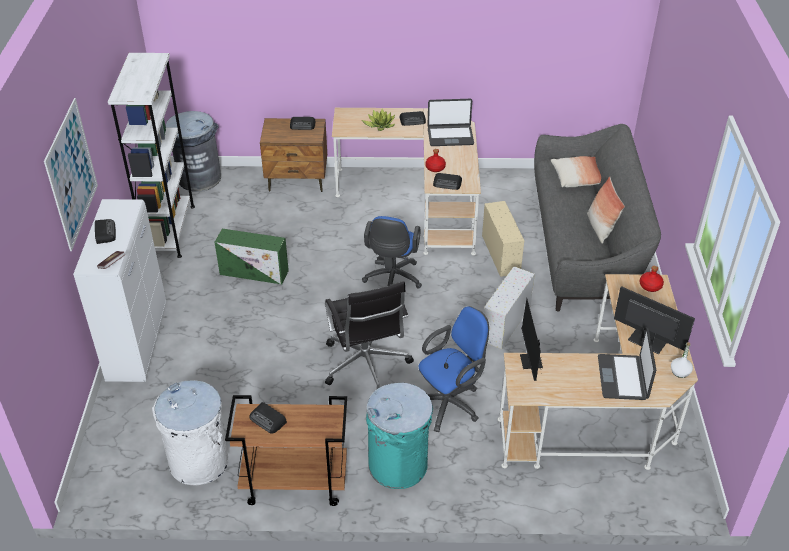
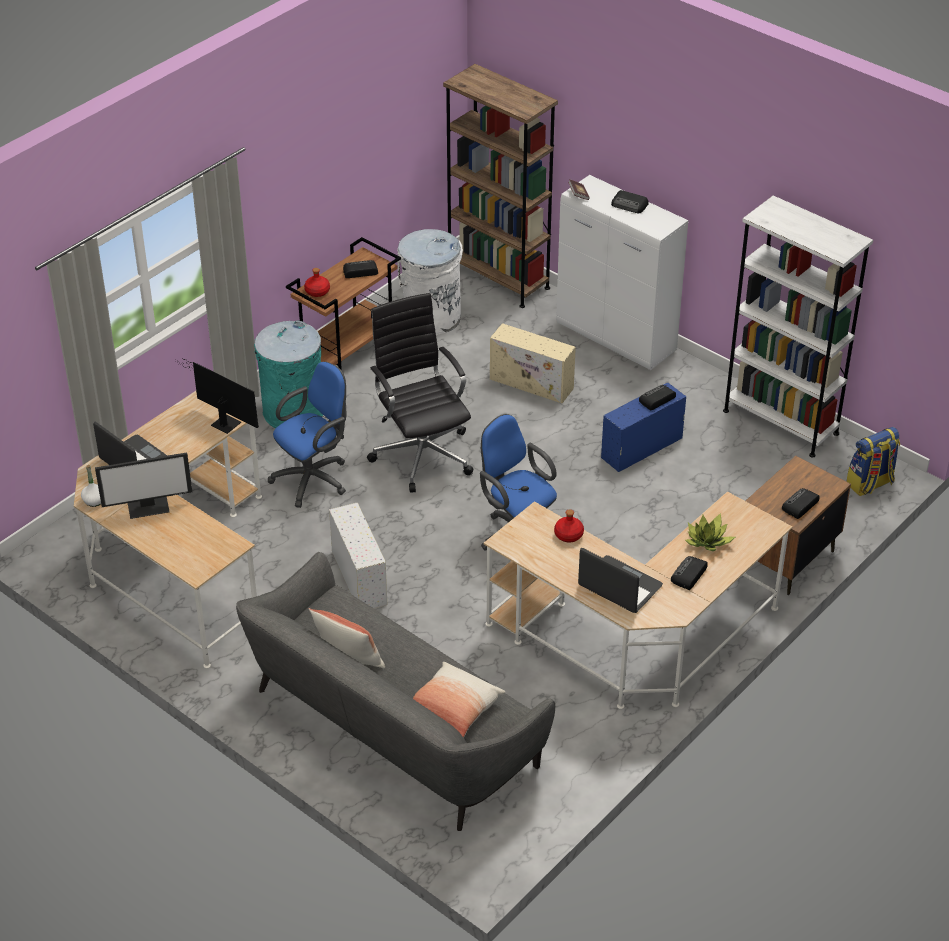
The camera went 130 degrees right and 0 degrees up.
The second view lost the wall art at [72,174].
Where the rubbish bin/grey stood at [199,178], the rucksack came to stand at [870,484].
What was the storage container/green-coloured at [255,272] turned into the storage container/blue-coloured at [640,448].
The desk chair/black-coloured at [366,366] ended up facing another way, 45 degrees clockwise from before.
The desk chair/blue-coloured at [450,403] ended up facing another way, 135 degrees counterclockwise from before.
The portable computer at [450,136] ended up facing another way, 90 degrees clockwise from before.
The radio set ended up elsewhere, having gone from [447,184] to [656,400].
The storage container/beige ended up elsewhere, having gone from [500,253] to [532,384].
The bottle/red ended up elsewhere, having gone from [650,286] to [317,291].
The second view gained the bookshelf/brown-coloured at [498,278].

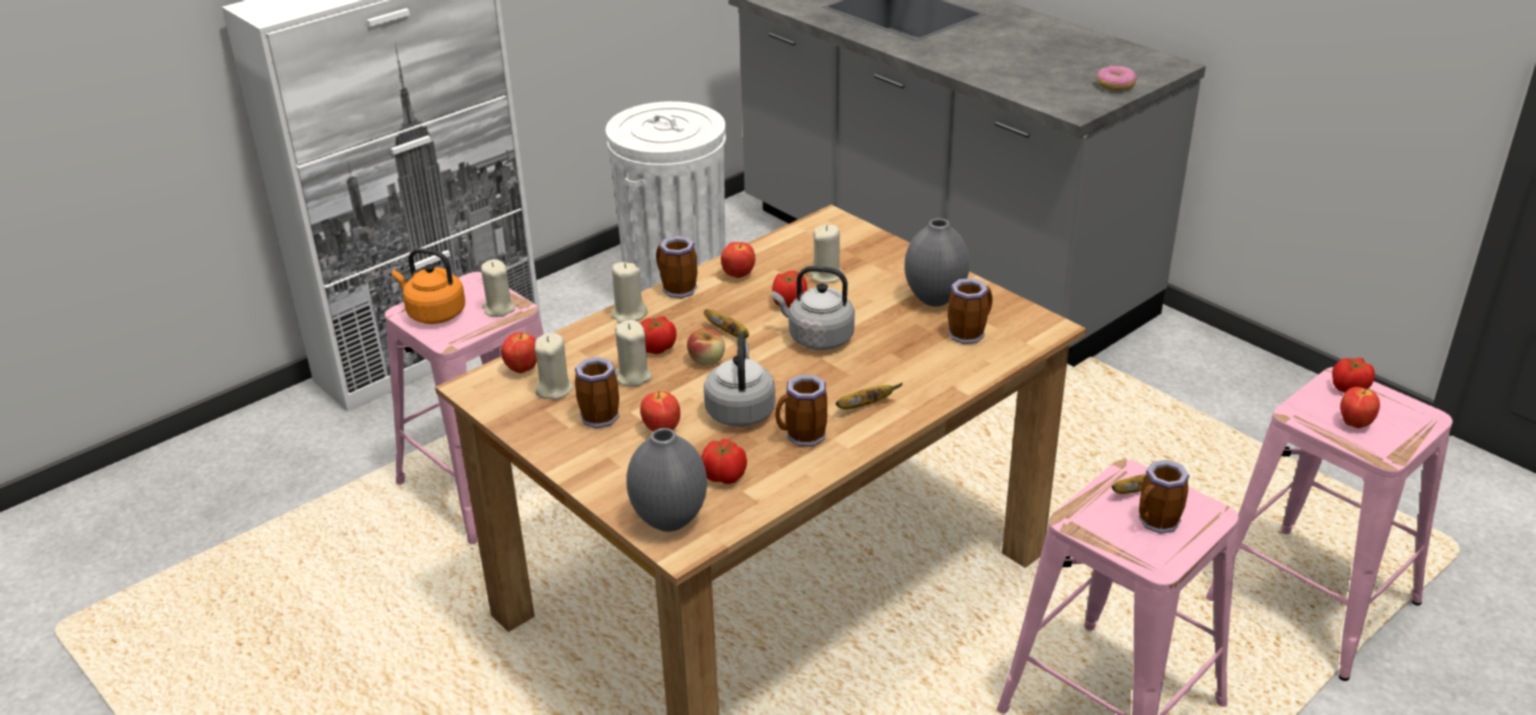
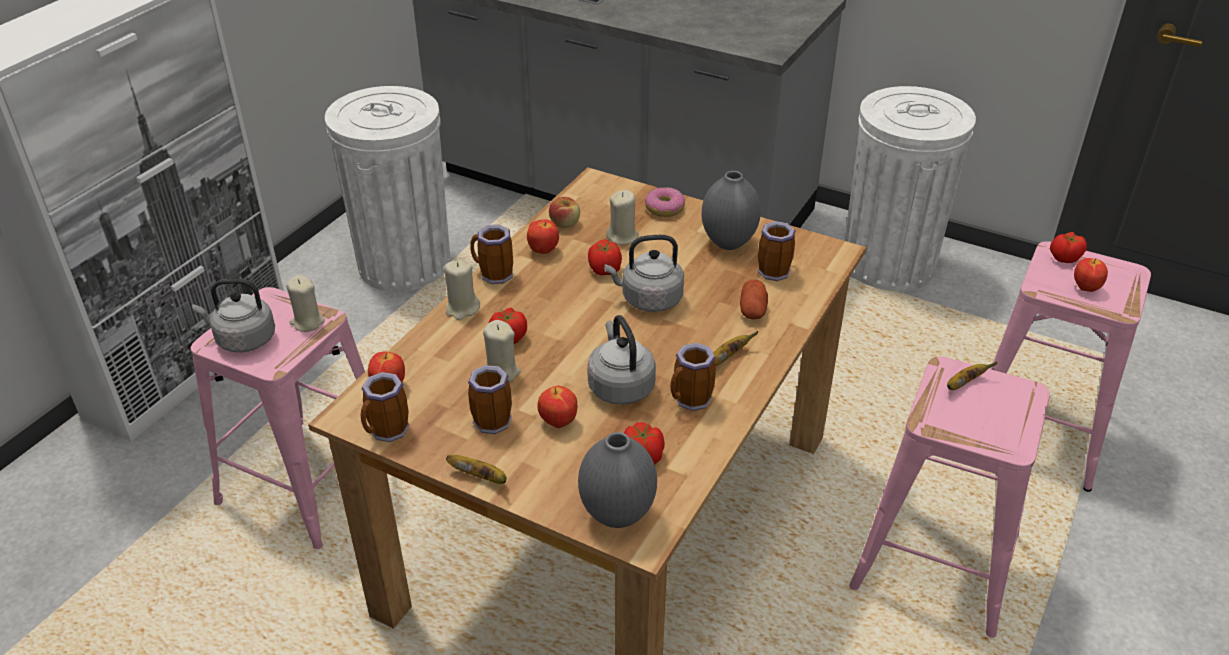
The camera went 20 degrees left and 5 degrees up.
What was the water kettle/orange-coloured at [433,313] turned into the water kettle/grey at [243,339].
The second view lost the candle/beige at [554,389].
The apple ended up elsewhere, having gone from [707,360] to [565,223].
The whole banana ended up elsewhere, having gone from [729,334] to [481,478].
The doughnut ended up elsewhere, having gone from [1115,85] to [664,208].
The coffee mug ended up elsewhere, having gone from [1157,524] to [388,432].
The second view gained the potato at [753,310].
The second view gained the rubbish bin/whitish at [888,264].

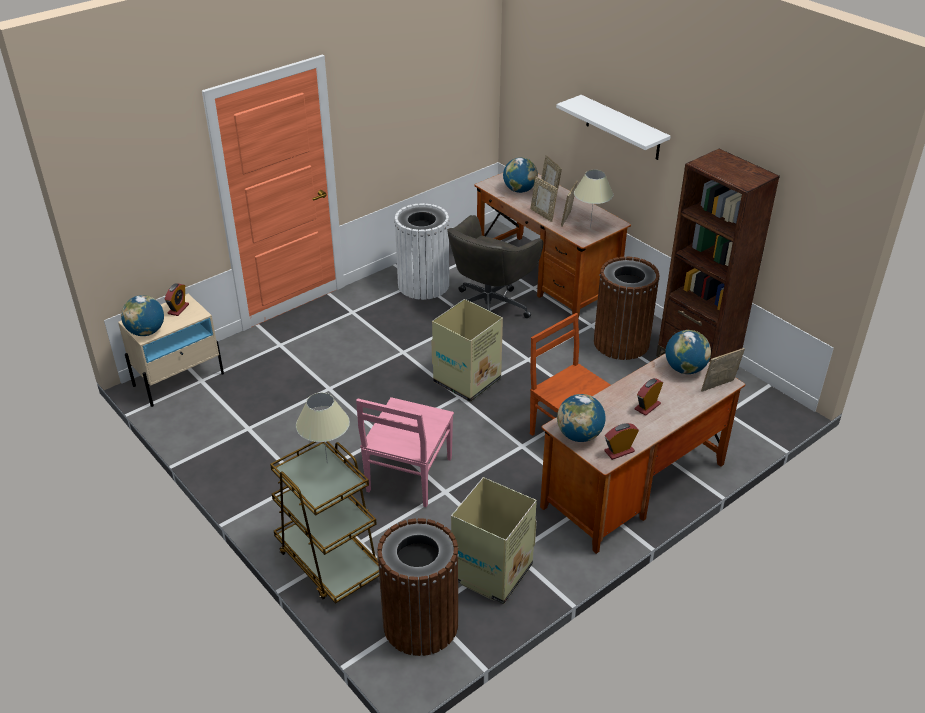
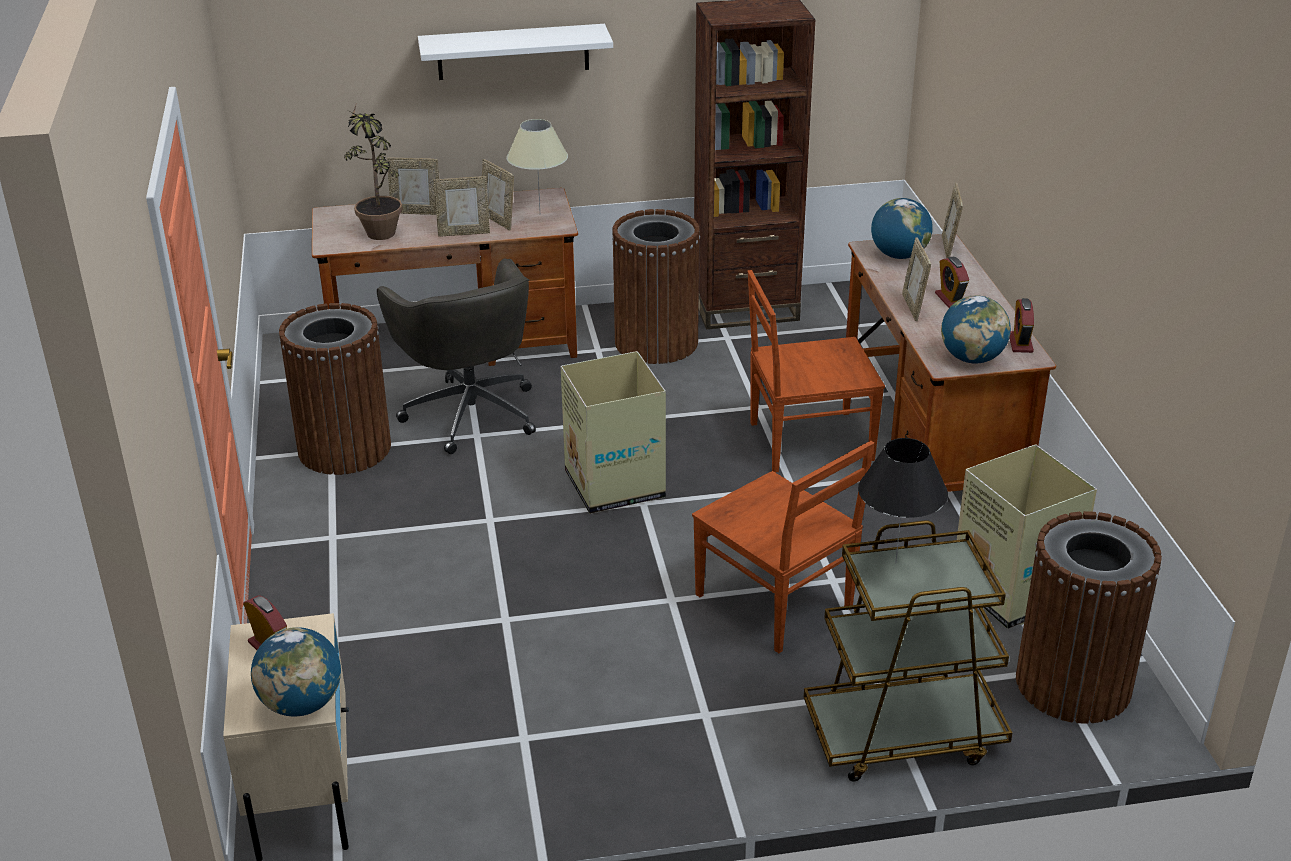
The camera went 60 degrees left and 5 degrees down.
What was the lamp for a table/beige at [327,463] turned into the lamp for a table/black-coloured at [895,563].
What was the chair/pinkish at [408,476] turned into the chair/brown-coloured at [776,603].
What was the rubbish bin/whitish at [423,284] turned into the rubbish bin/brown-coloured at [344,448].
Where the desk globe stood at [519,190], the potted plant came to stand at [378,229].
The second view gained the standing frame at [913,307].

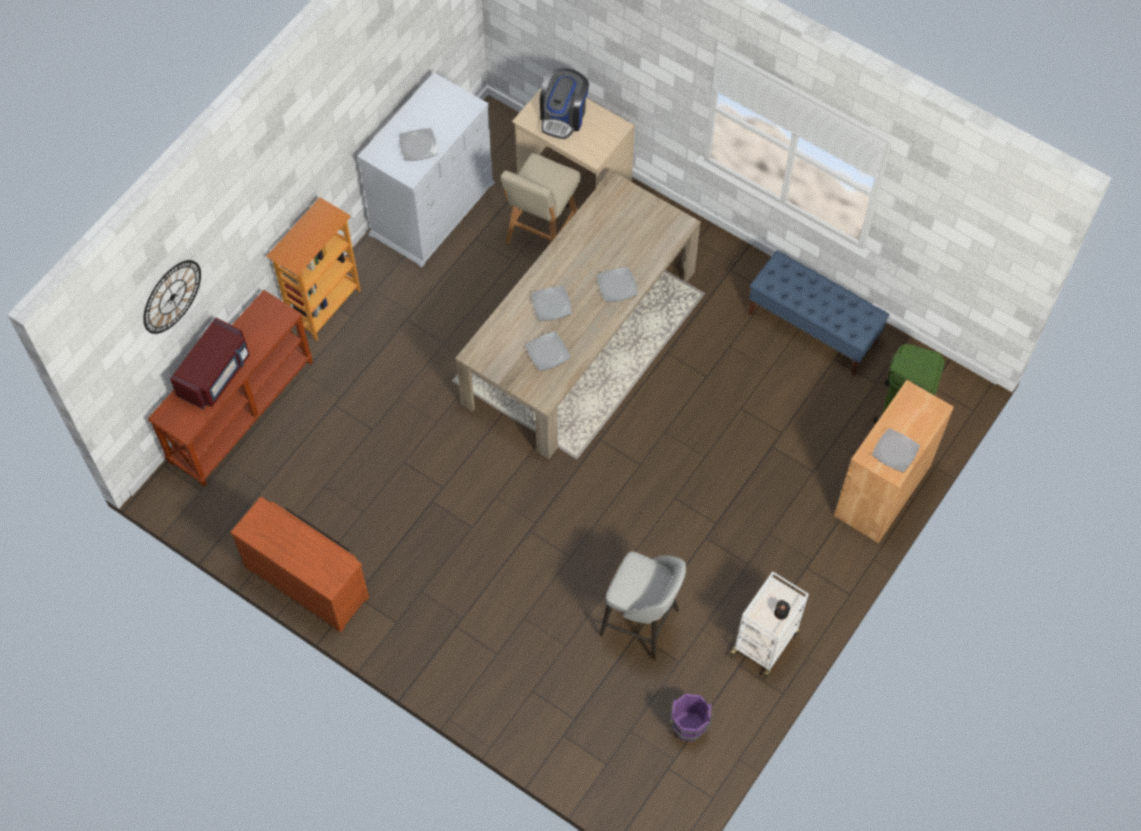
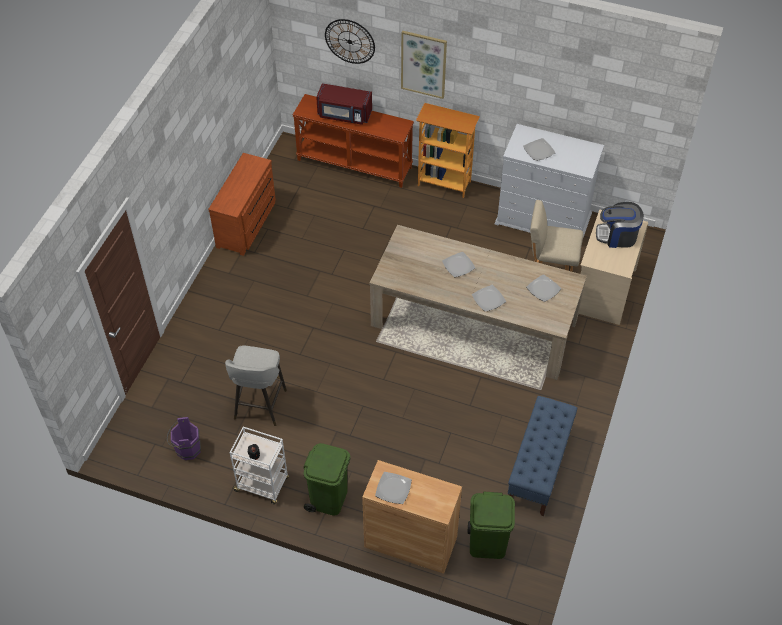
The camera went 75 degrees right and 10 degrees down.
The flat dish ended up elsewhere, having gone from [547,352] to [543,289].
The second view gained the rubbish bin/green-coloured at [329,498].
The second view gained the wall art at [423,64].

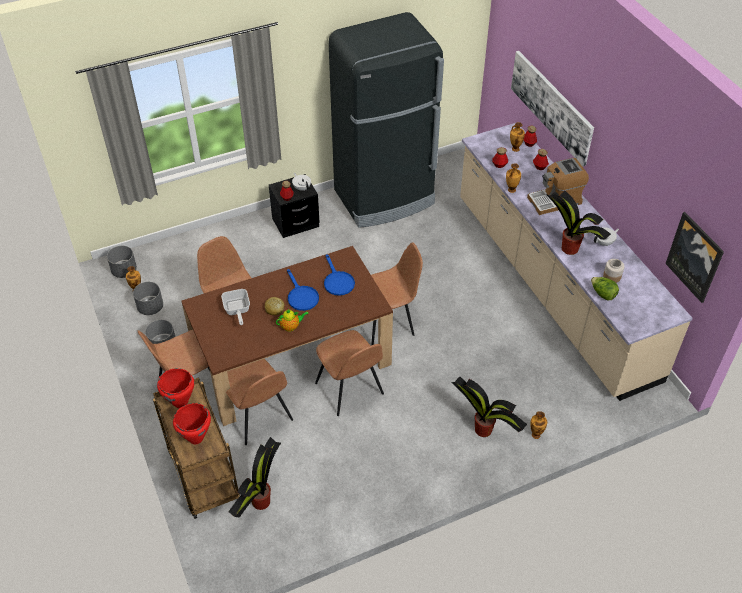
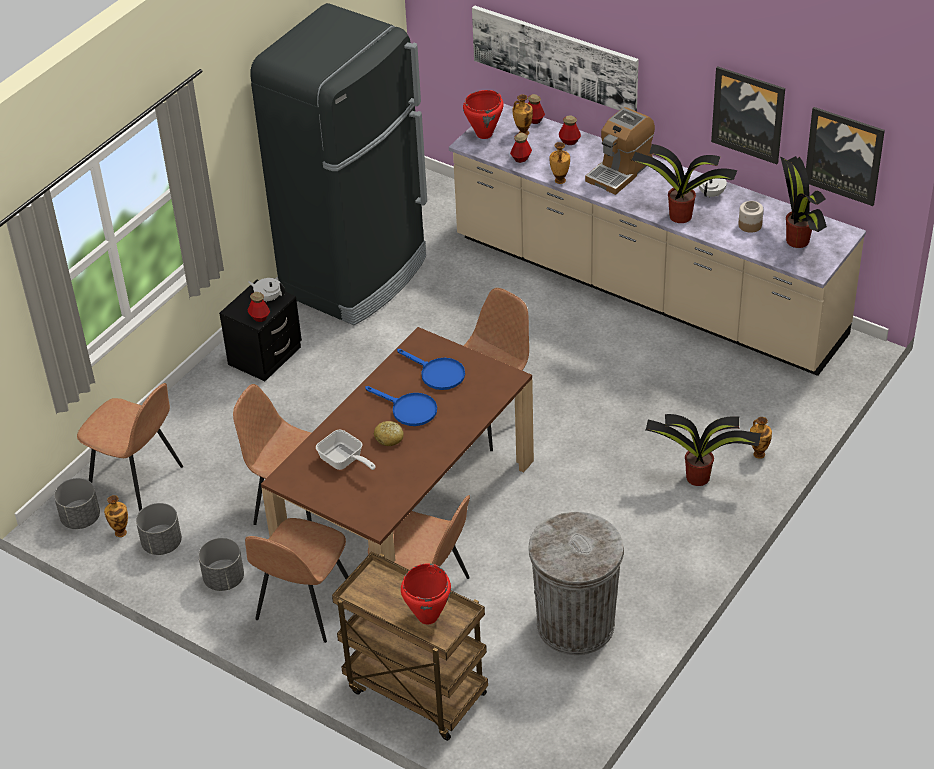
The camera went 30 degrees left and 5 degrees down.
The saucepot/red ended up elsewhere, having gone from [181,403] to [484,134].
The potted plant ended up elsewhere, having gone from [260,502] to [798,241].
The second view lost the pot for tea at [291,326].
The chair/brown-coloured ended up elsewhere, having gone from [350,390] to [138,481].
The second view lost the head of lettuce at [602,294].
The second view gained the rubbish bin/grey at [576,624].
The second view gained the wall art at [748,114].

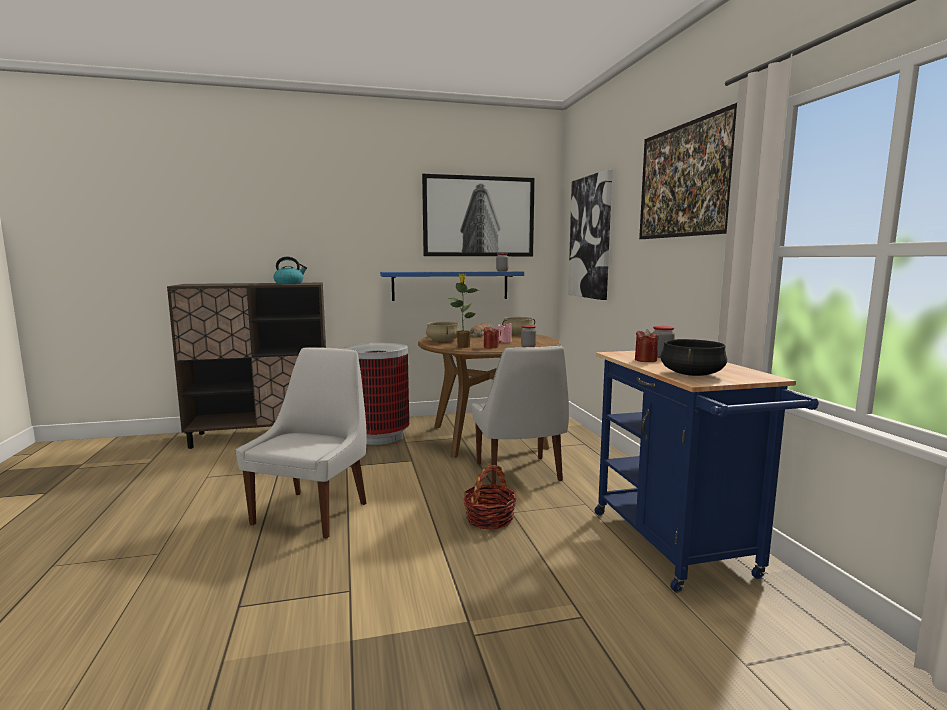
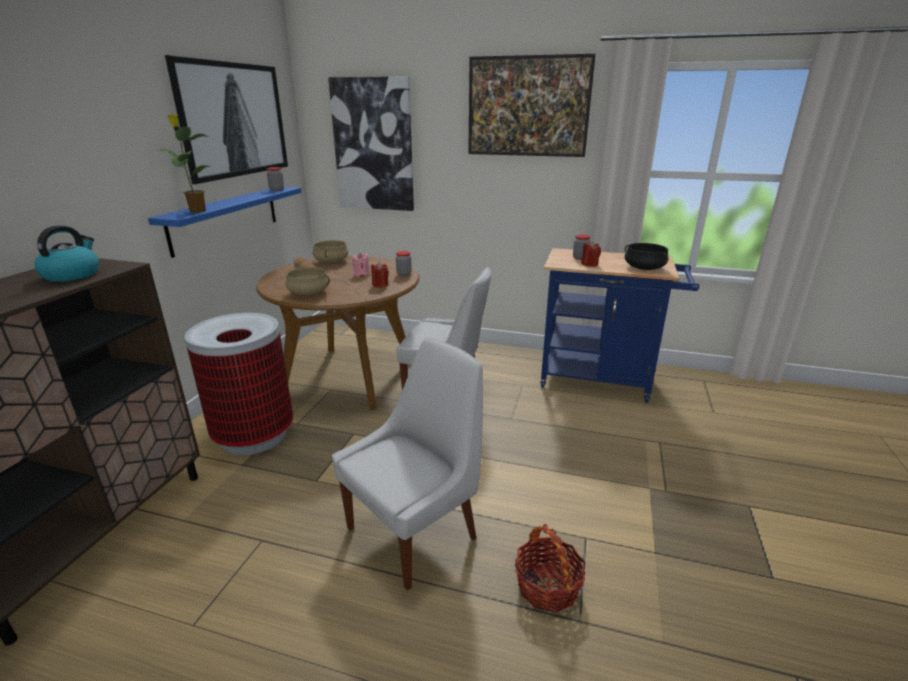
The camera went 60 degrees left and 15 degrees up.
The chair/whitish at [313,512] ended up facing another way, 90 degrees clockwise from before.
The potted plant ended up elsewhere, having gone from [463,346] to [197,211].
The basket ended up elsewhere, having gone from [489,519] to [547,586].

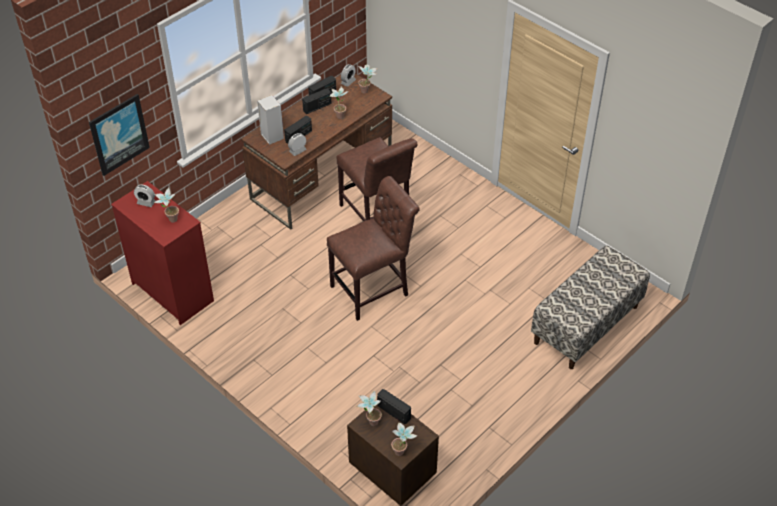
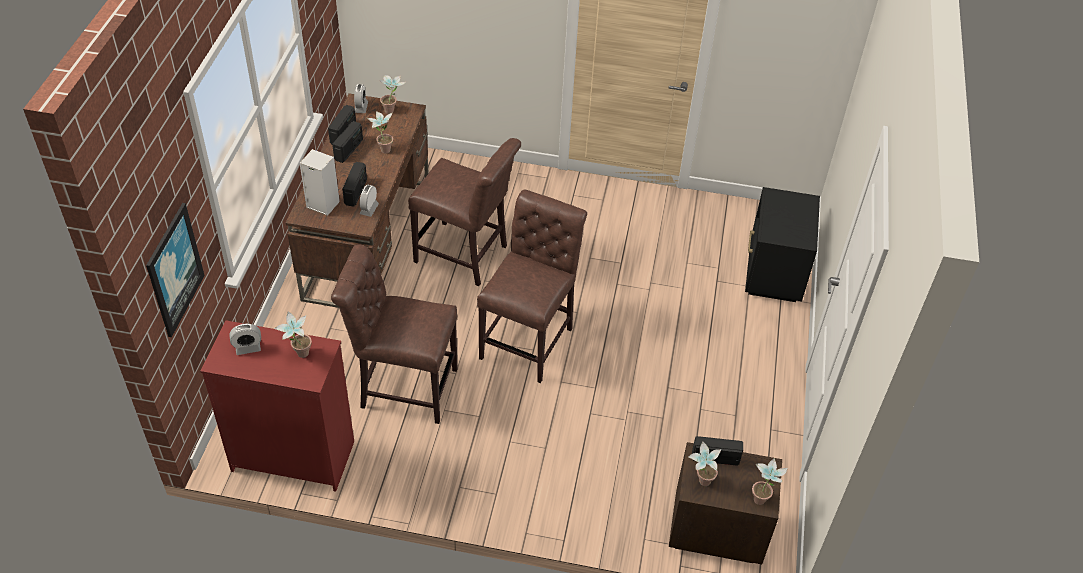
The camera went 35 degrees left and 0 degrees up.
Where the bench stood at [586,325], the bedside table/black-coloured came to stand at [772,275].
The second view gained the chair/brown-coloured at [403,386].

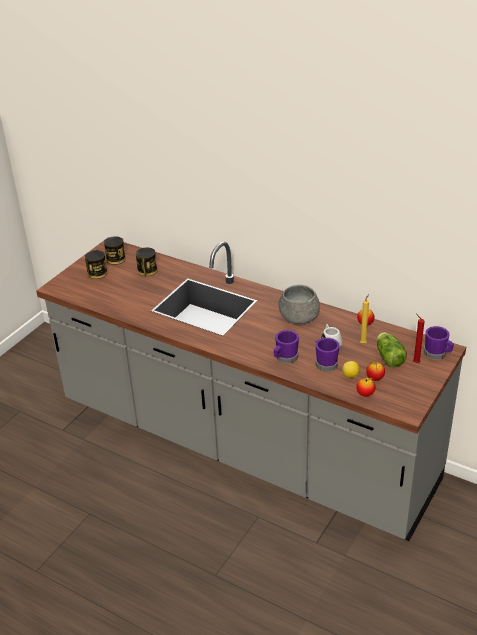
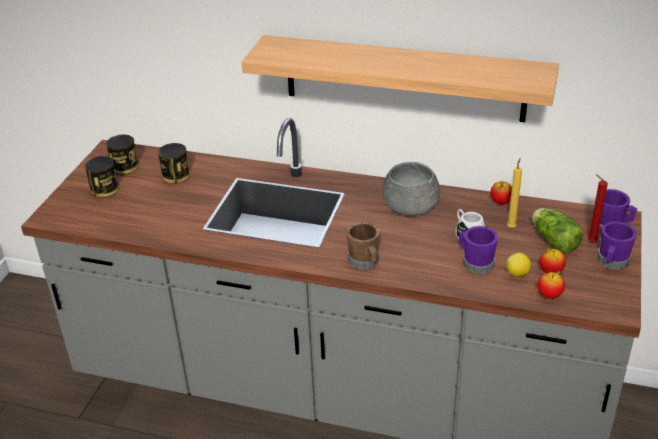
The camera went 15 degrees left and 0 degrees up.
The coffee mug/purplish ended up elsewhere, having gone from [285,358] to [612,262].
The second view gained the wall shelf at [404,78].
The second view gained the coffee mug/brown-coloured at [365,262].

